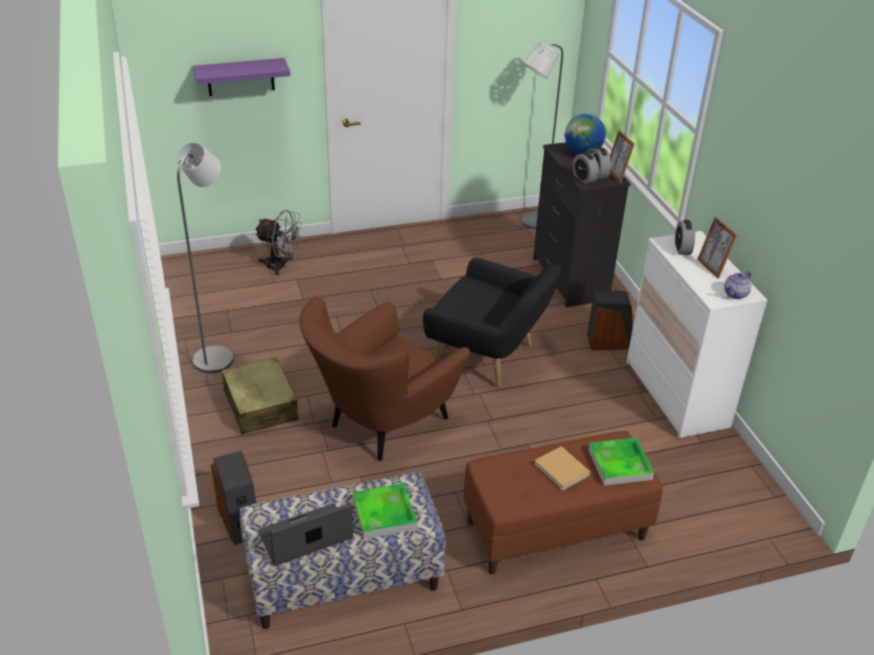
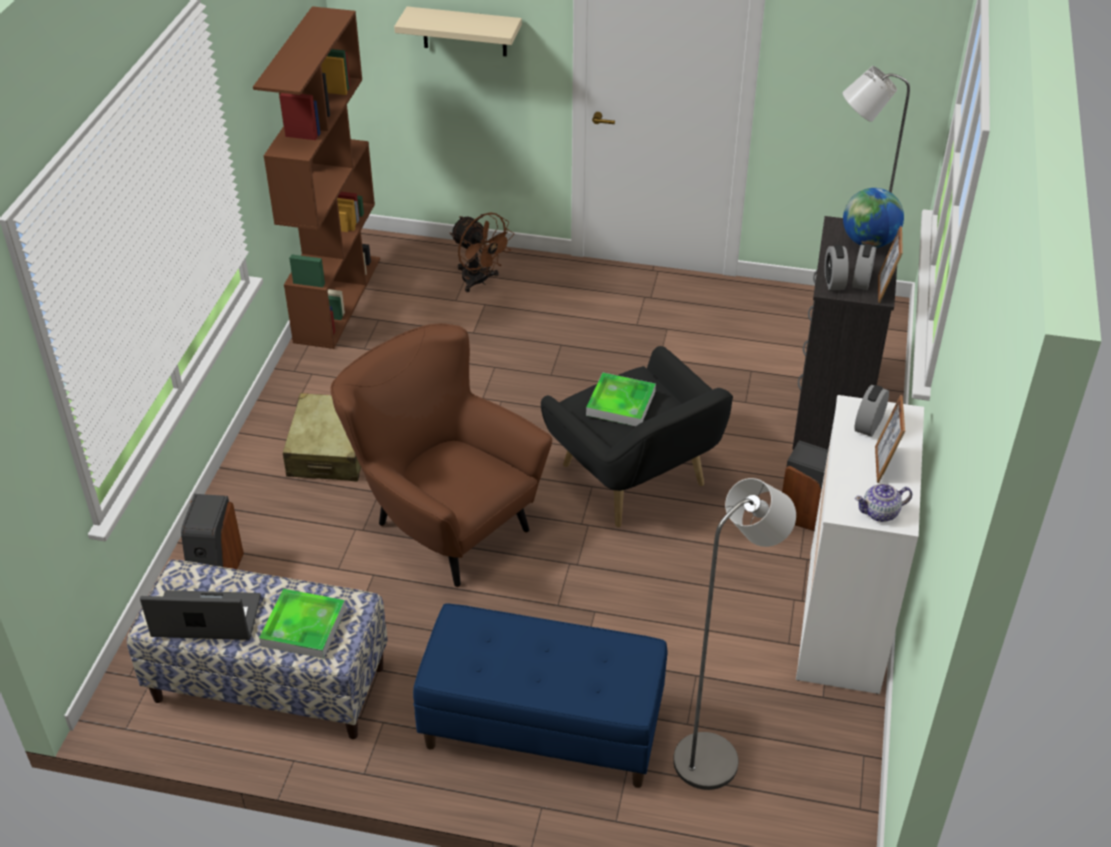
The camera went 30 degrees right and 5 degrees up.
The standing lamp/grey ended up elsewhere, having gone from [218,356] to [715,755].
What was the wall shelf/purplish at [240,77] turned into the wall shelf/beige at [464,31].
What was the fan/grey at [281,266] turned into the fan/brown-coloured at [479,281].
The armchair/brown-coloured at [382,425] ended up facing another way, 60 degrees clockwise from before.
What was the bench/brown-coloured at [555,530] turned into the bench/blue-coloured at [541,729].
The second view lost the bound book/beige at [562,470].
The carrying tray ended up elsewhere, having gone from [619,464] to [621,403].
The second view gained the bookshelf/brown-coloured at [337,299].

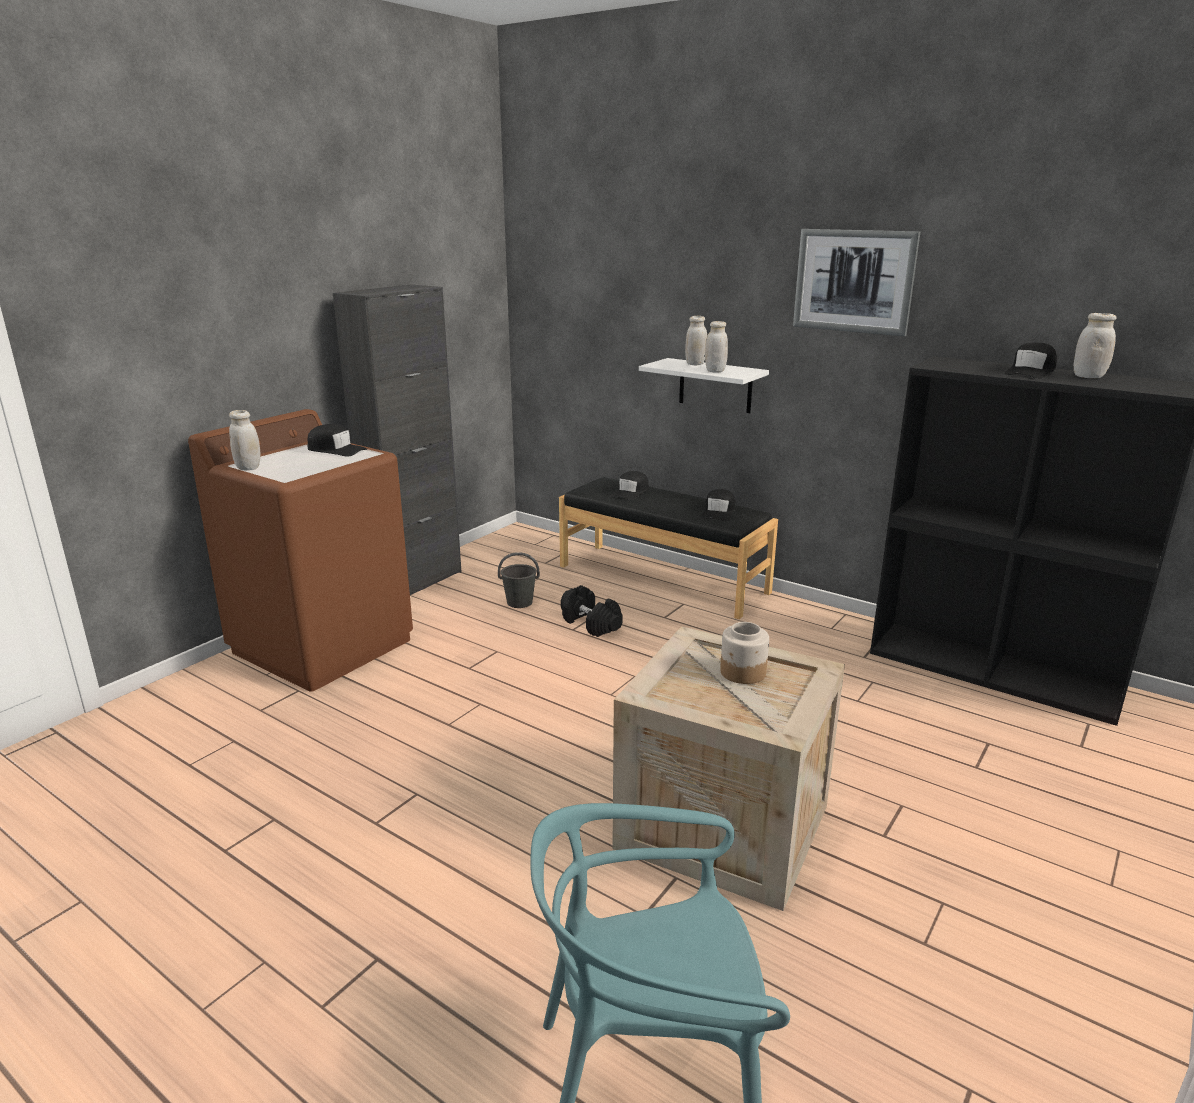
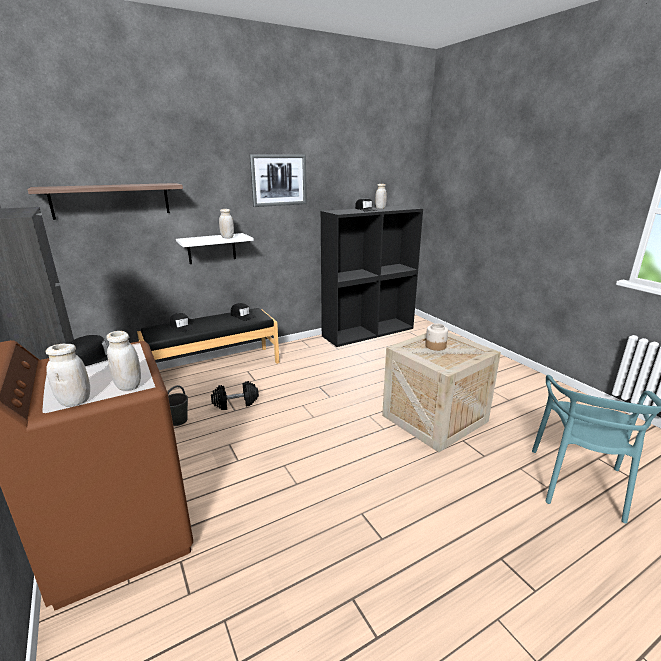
The camera went 65 degrees left and 0 degrees up.
The storage jar/whitish ended up elsewhere, having gone from [695,364] to [128,386].
The second view gained the wall shelf at [111,200].

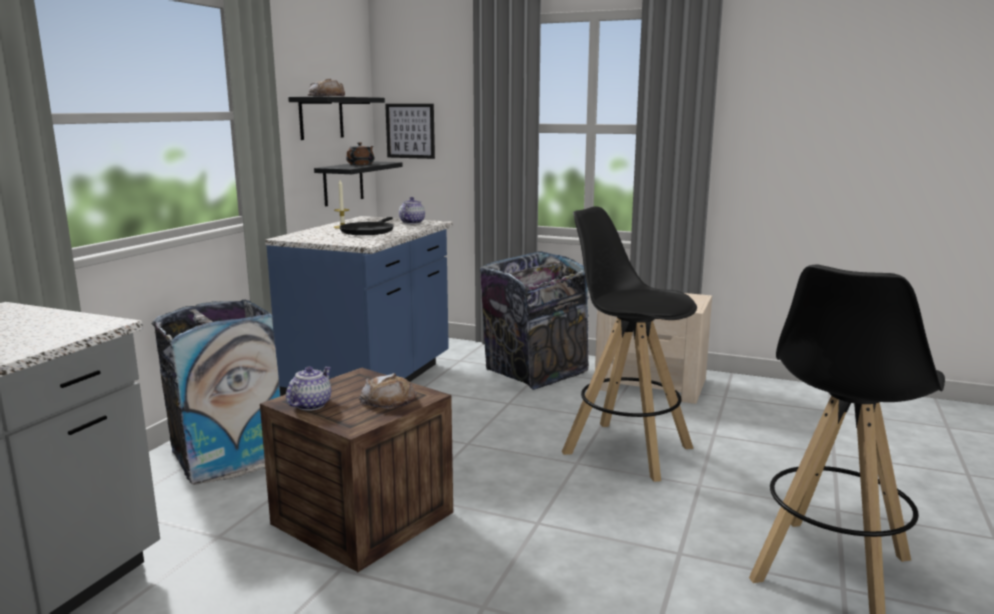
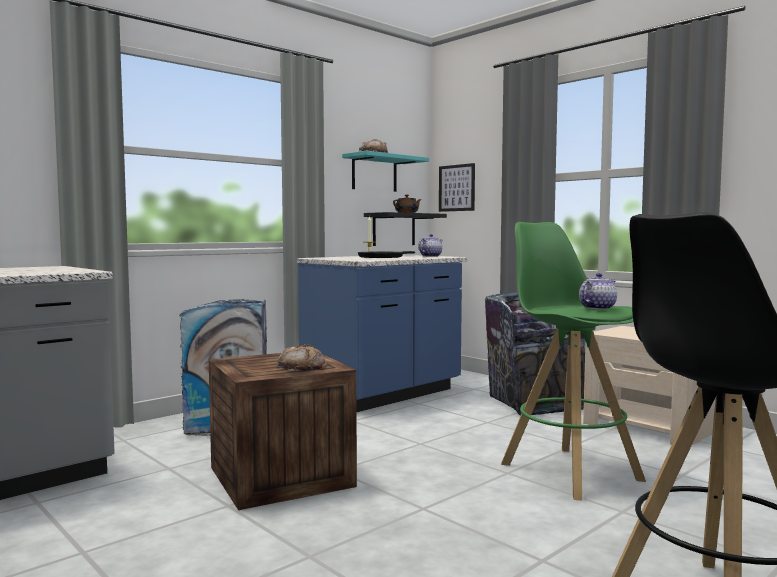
The camera went 25 degrees right and 10 degrees down.
The pot for tea ended up elsewhere, having gone from [311,405] to [597,308].
What was the wall shelf/black-coloured at [321,118] turned into the wall shelf/blue-green at [374,173].
What was the stool/black-coloured at [626,449] turned into the stool/green-coloured at [569,471].

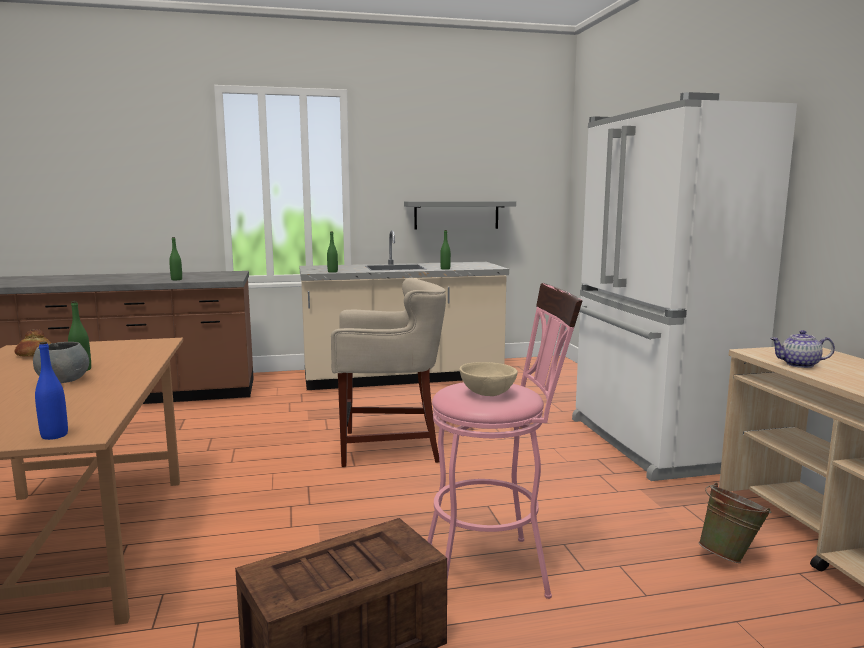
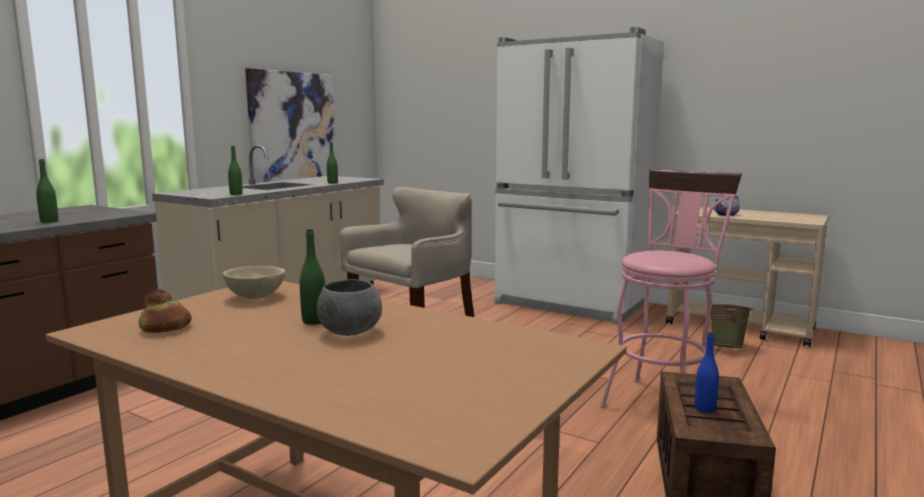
The camera went 45 degrees left and 0 degrees up.
The bottle/blue-coloured ended up elsewhere, having gone from [54,435] to [705,409].
Where the wall shelf/grey hung at [456,215], the wall art came to hang at [293,128].
The serving bowl/beige ended up elsewhere, having gone from [488,393] to [255,297].

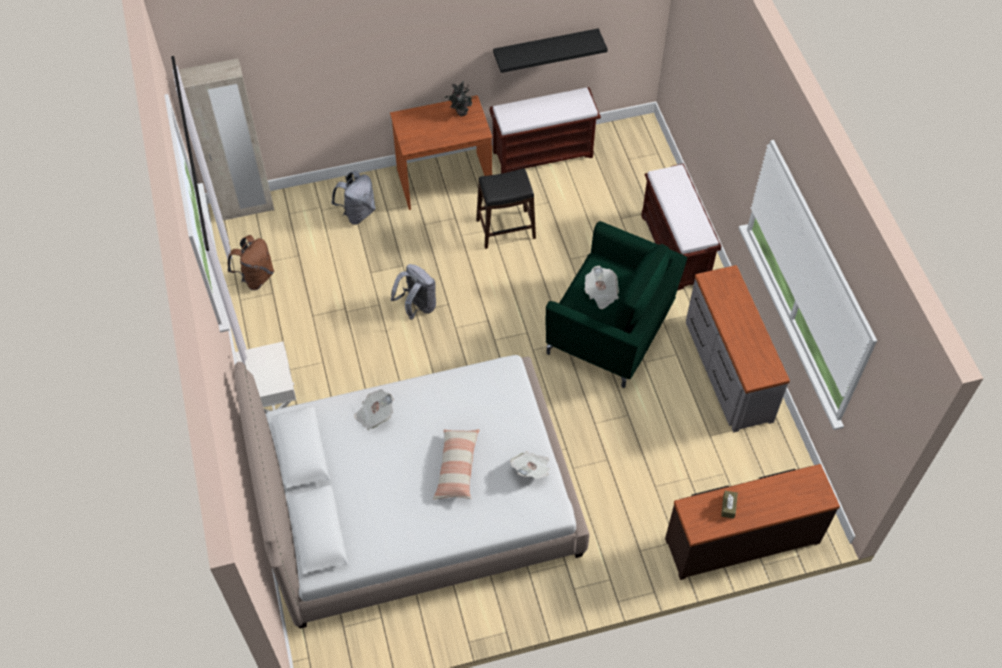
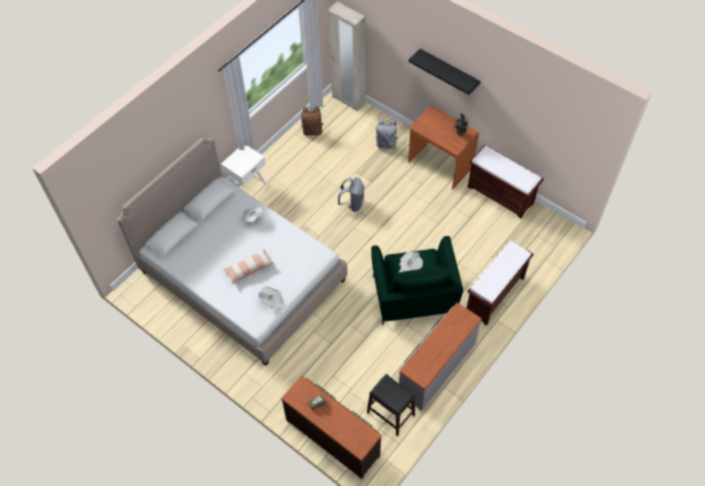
The camera went 55 degrees right and 0 degrees up.
The stool/black-coloured ended up elsewhere, having gone from [506,229] to [390,414].
The wall shelf/black-coloured ended up elsewhere, having gone from [545,48] to [449,70].

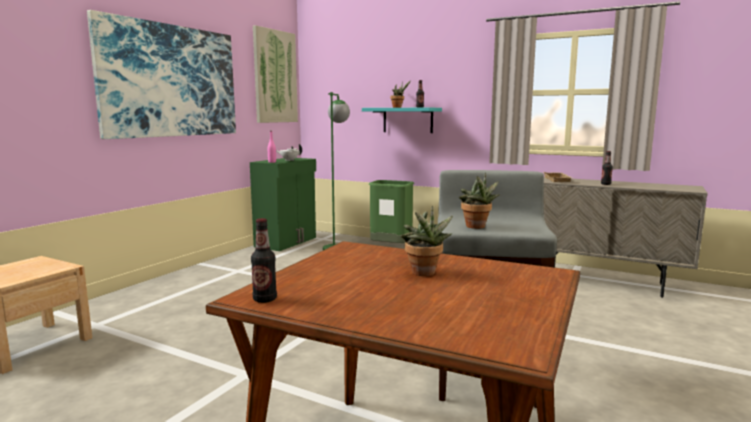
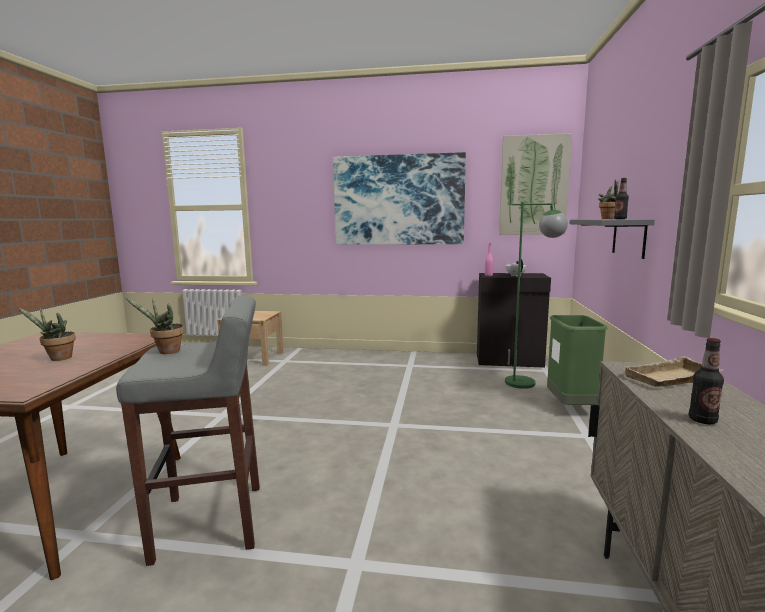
The camera went 70 degrees right and 0 degrees up.
What was the storage cabinet/green-coloured at [287,242] turned into the storage cabinet/black-coloured at [509,361].
The second view lost the bottle at [265,299].
What was the wall shelf/blue-green at [407,120] turned into the wall shelf/grey at [629,237].

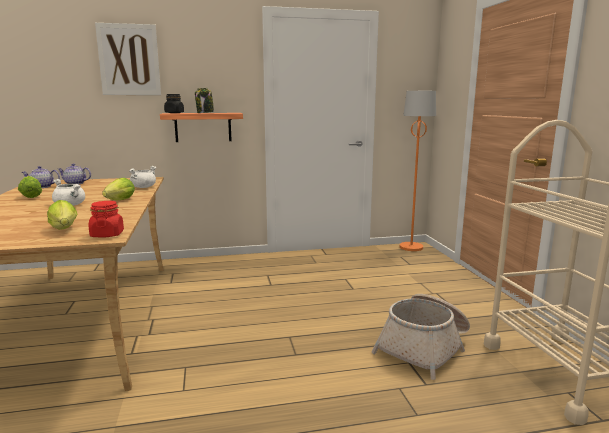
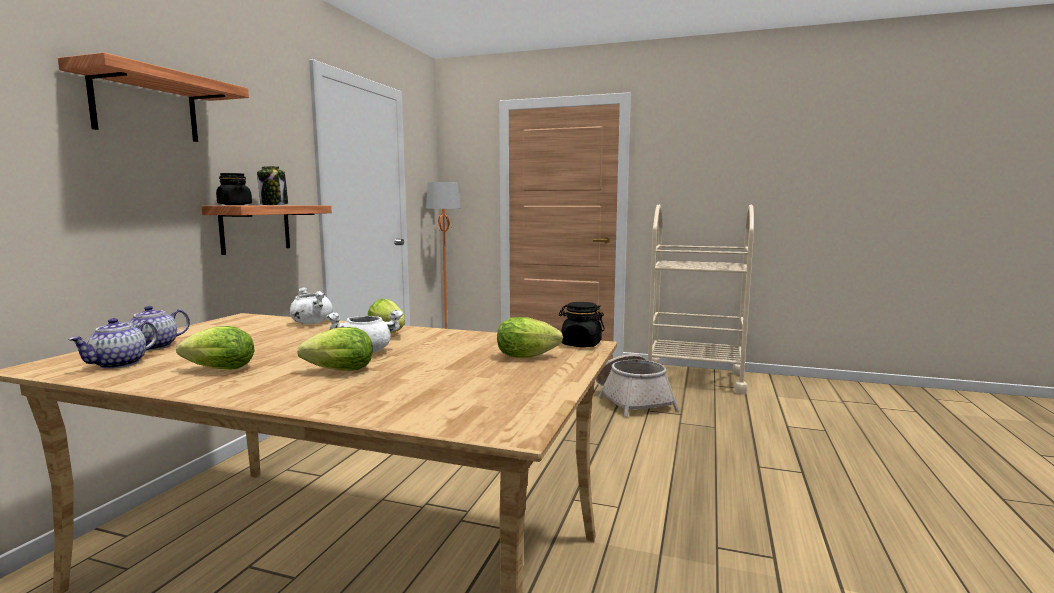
The camera went 60 degrees left and 5 degrees down.
What was the storage jar/red at [107,234] turned into the storage jar/black-coloured at [581,344].
Where the wall art hung at [129,60], the wall shelf came to hang at [145,106].
The second view gained the head of lettuce at [336,371].

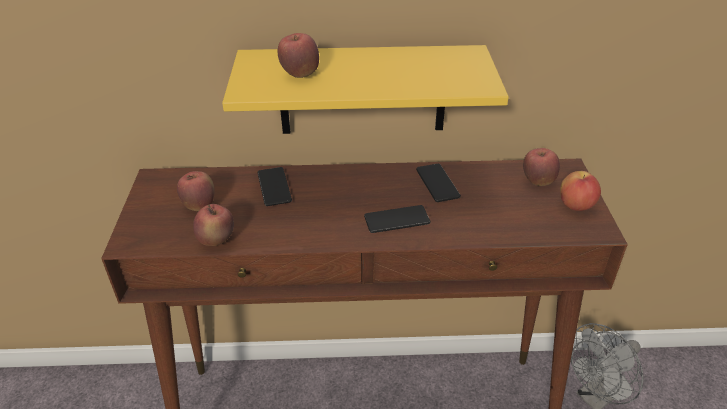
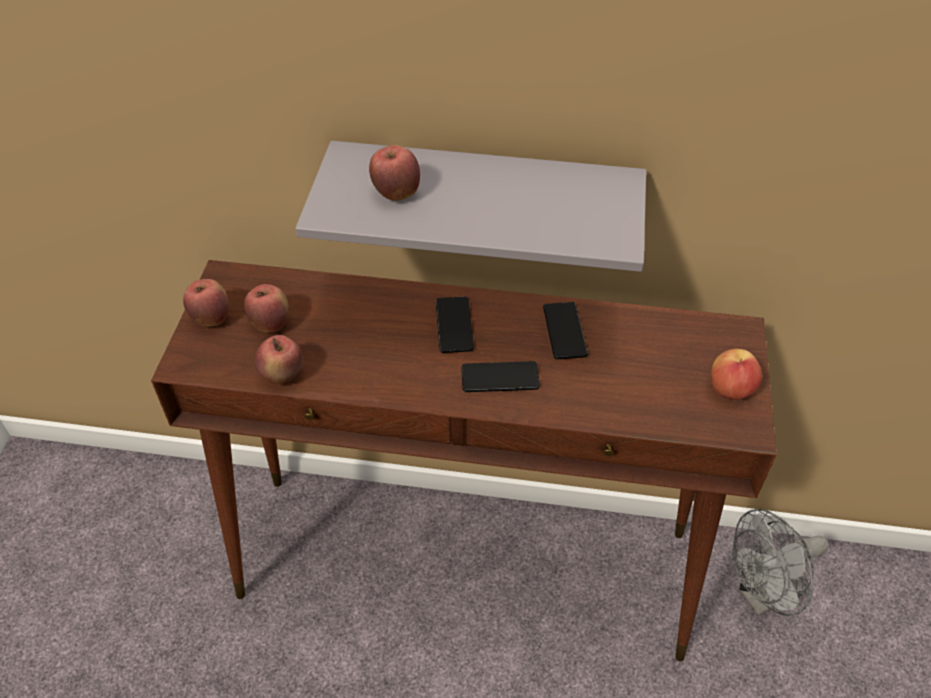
The camera went 10 degrees right and 10 degrees up.
What was the wall shelf/yellow at [362,90] turned into the wall shelf/grey at [484,202].
The handset ended up elsewhere, having gone from [274,187] to [454,325].
The apple ended up elsewhere, having gone from [537,181] to [211,318].

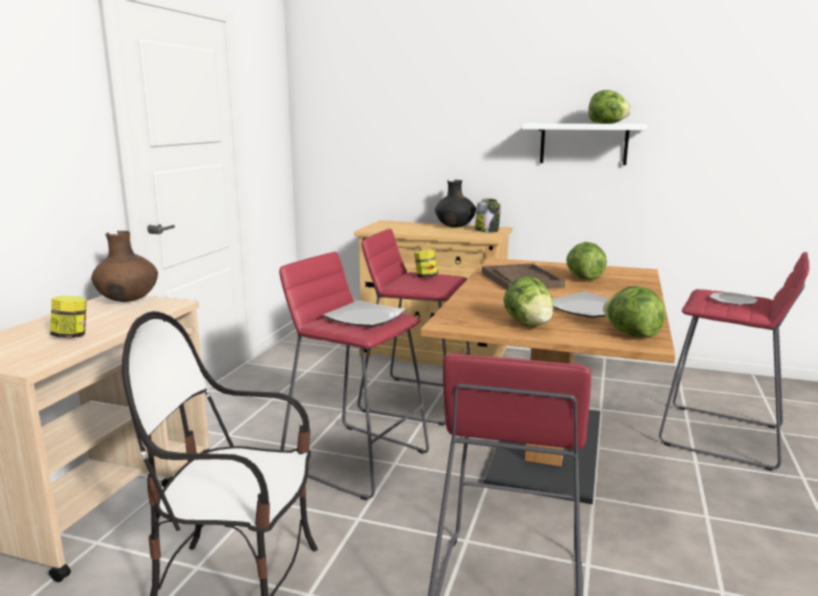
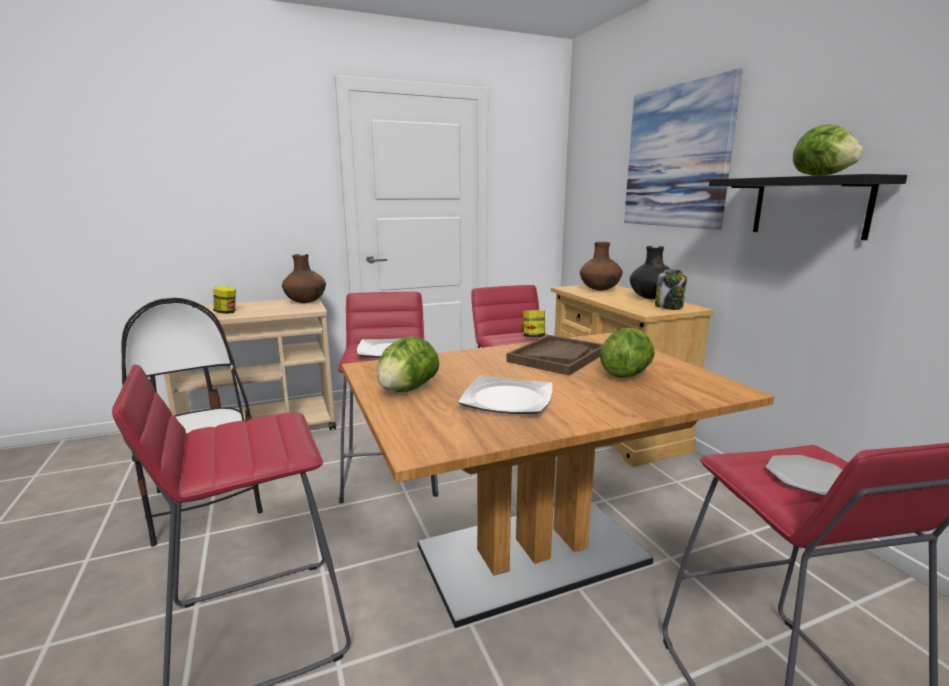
The camera went 50 degrees right and 0 degrees up.
What was the wall shelf/whitish at [583,144] turned into the wall shelf/black-coloured at [809,207].
The second view lost the head of lettuce at [631,334].
The second view gained the flower vase/brown-coloured at [599,290].
The second view gained the wall art at [676,157].

